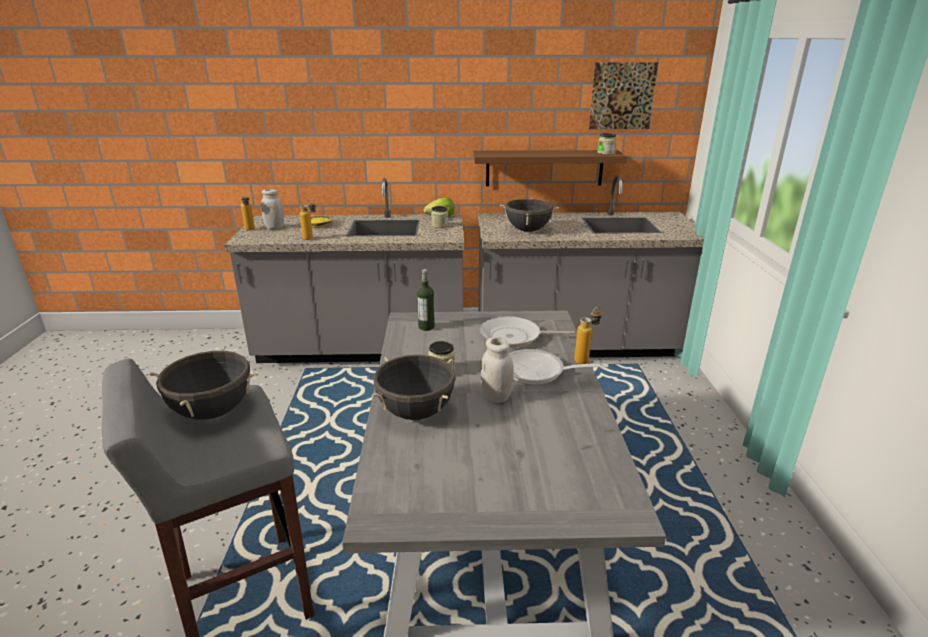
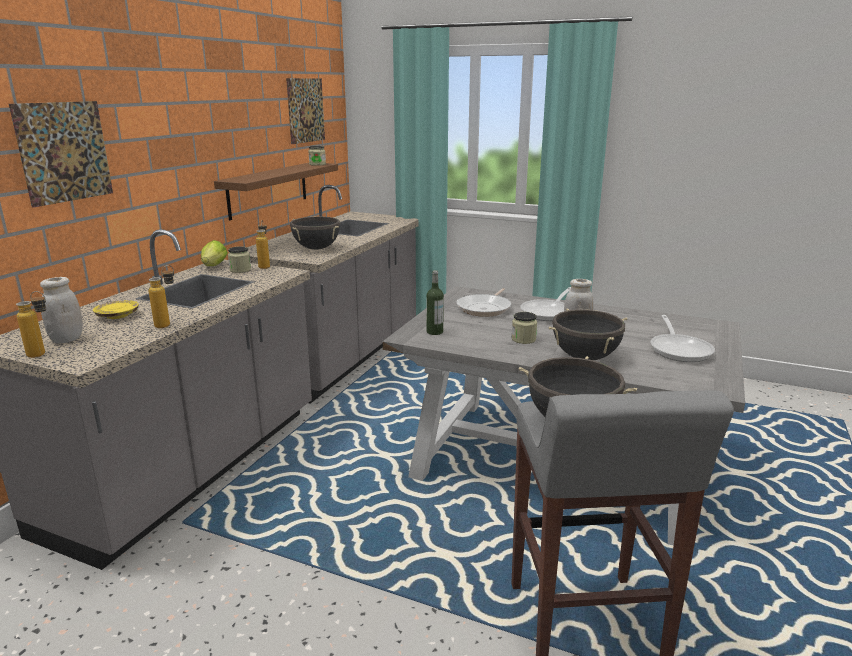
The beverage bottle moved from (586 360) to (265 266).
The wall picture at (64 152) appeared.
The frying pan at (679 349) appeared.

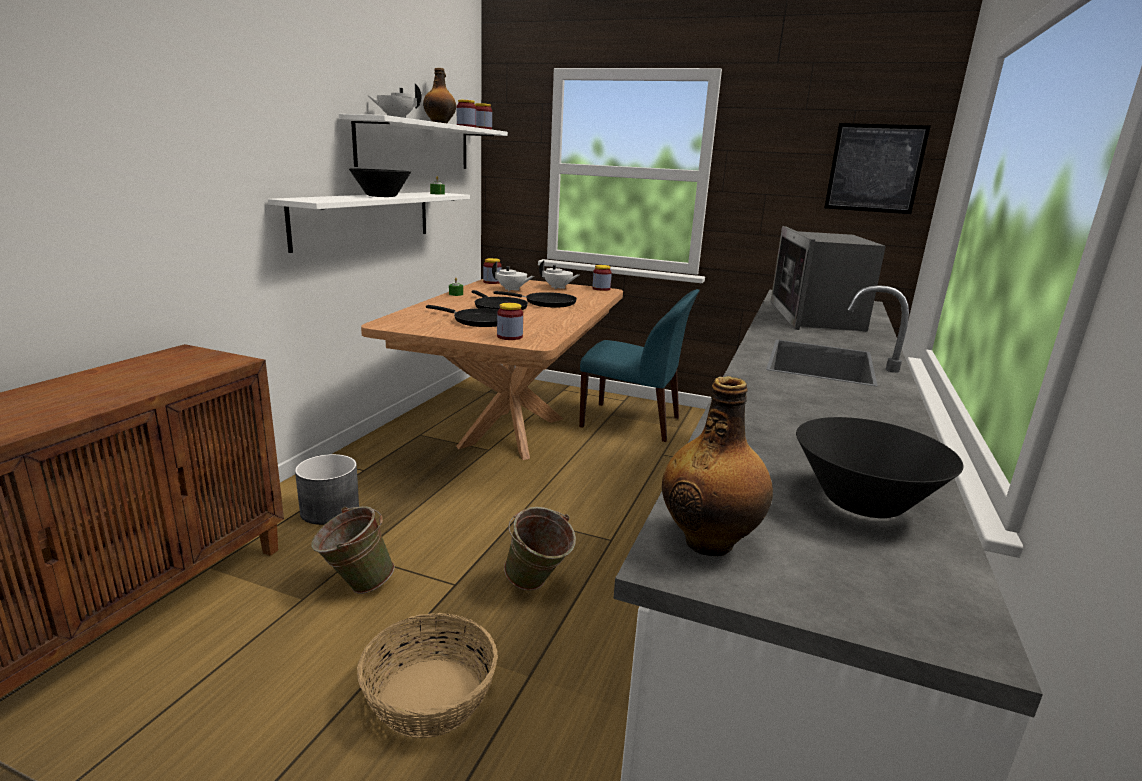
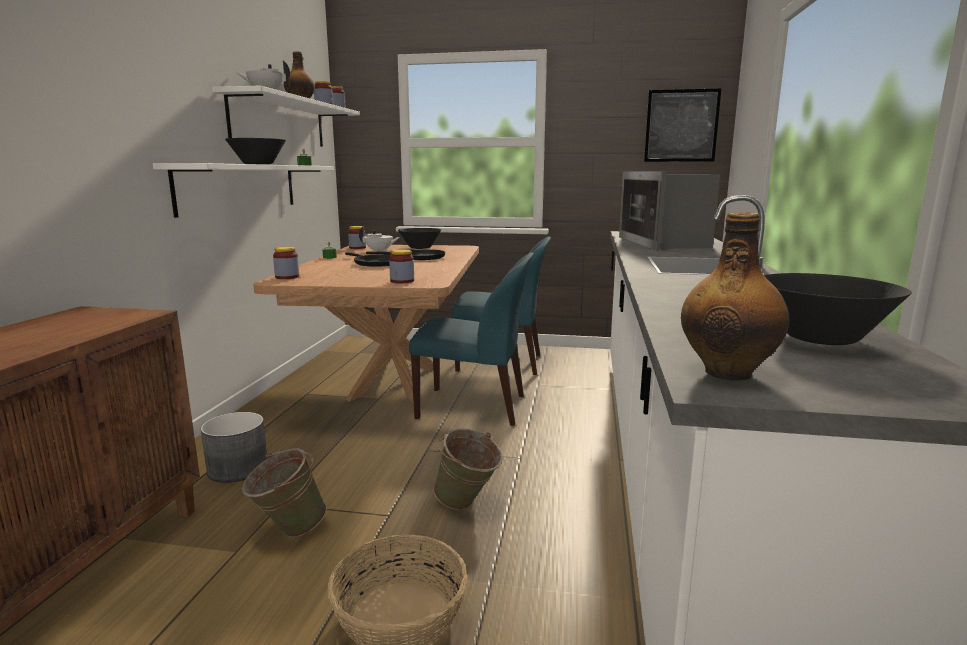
The whitish pot for tea at (558 288) was replaced by the blackish bowl at (420 248).
The preserve jar moved from (601 289) to (287 277).
The blackish frying pan at (479 321) disappeared.
The blue-coloured plain chair at (474 407) appeared.

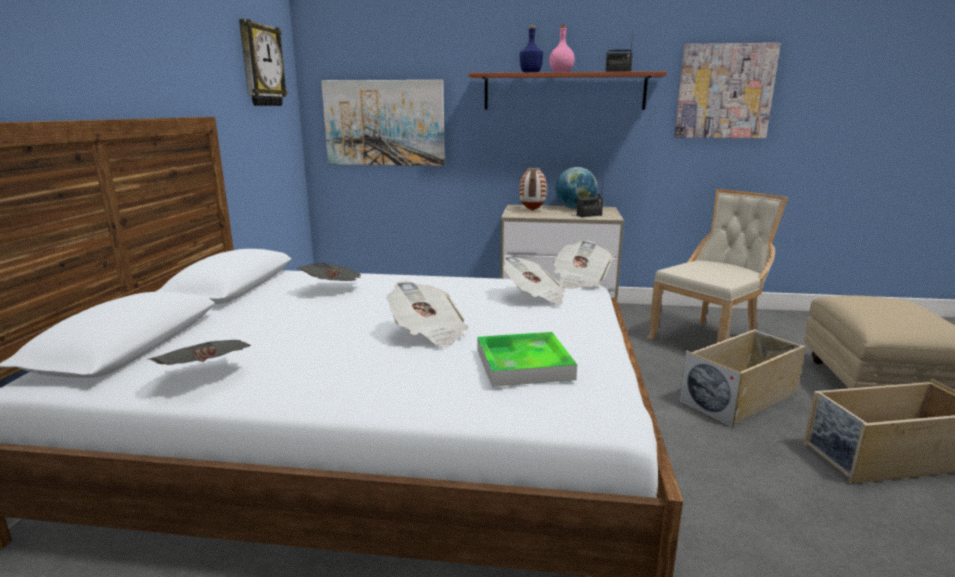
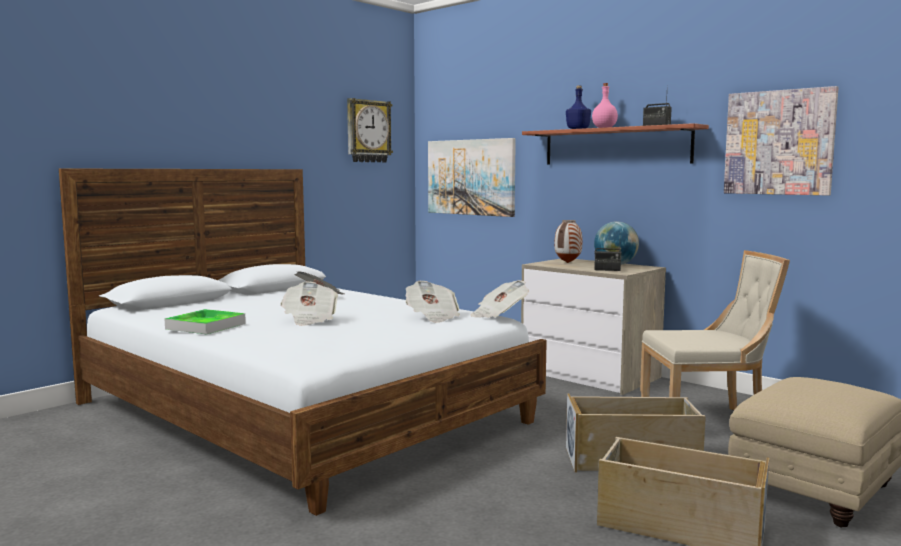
The carrying tray moved from (524 364) to (206 326).
The printed paper at (206 376) disappeared.

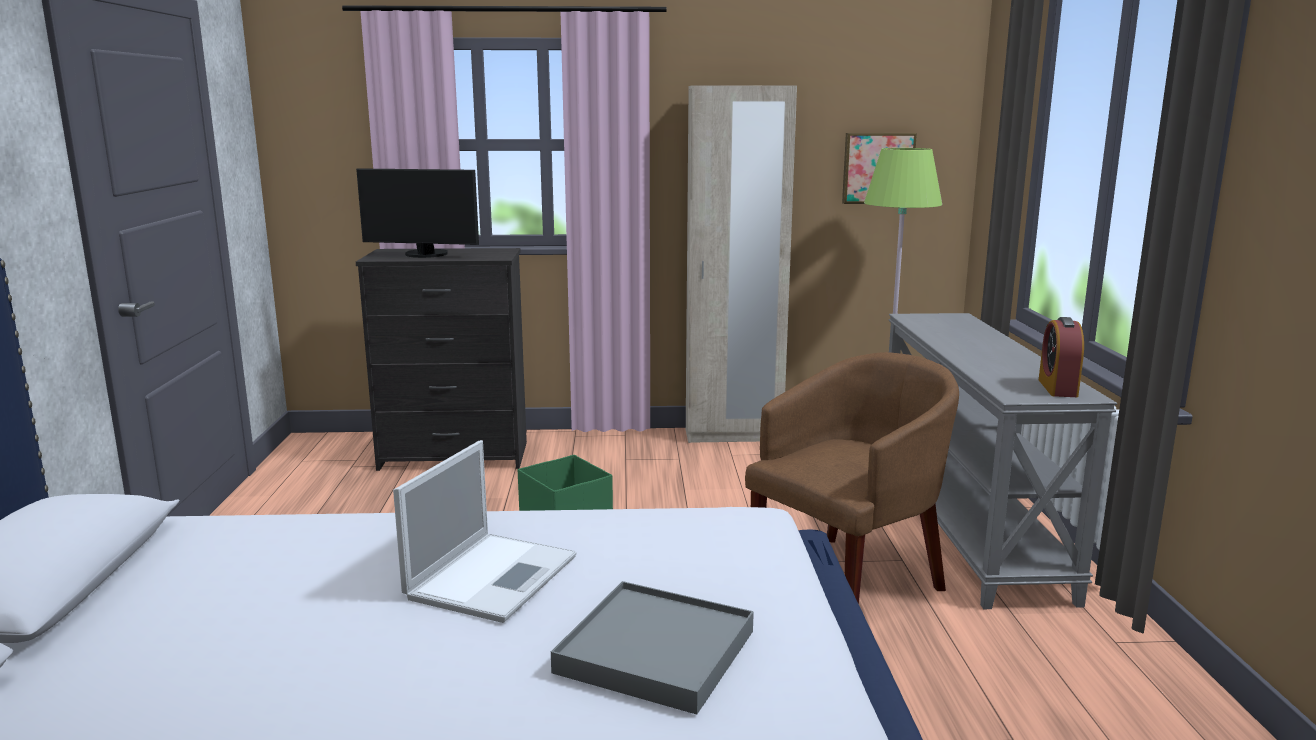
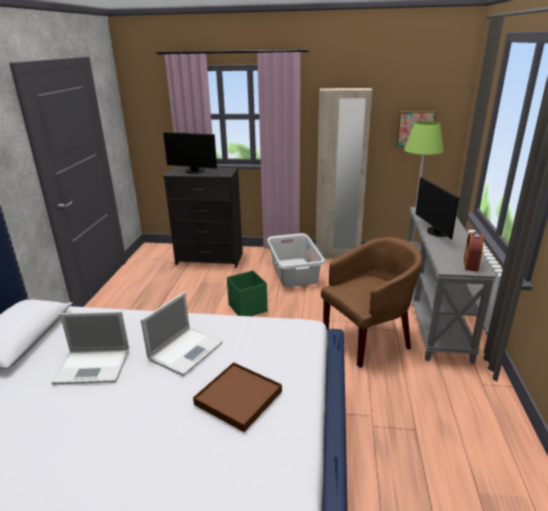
The grey carrying tray at (656 651) became the brownish carrying tray at (238 398).
The monitor at (436 232) appeared.
The grey laundry basket at (294 272) appeared.
The portable computer at (94 366) appeared.

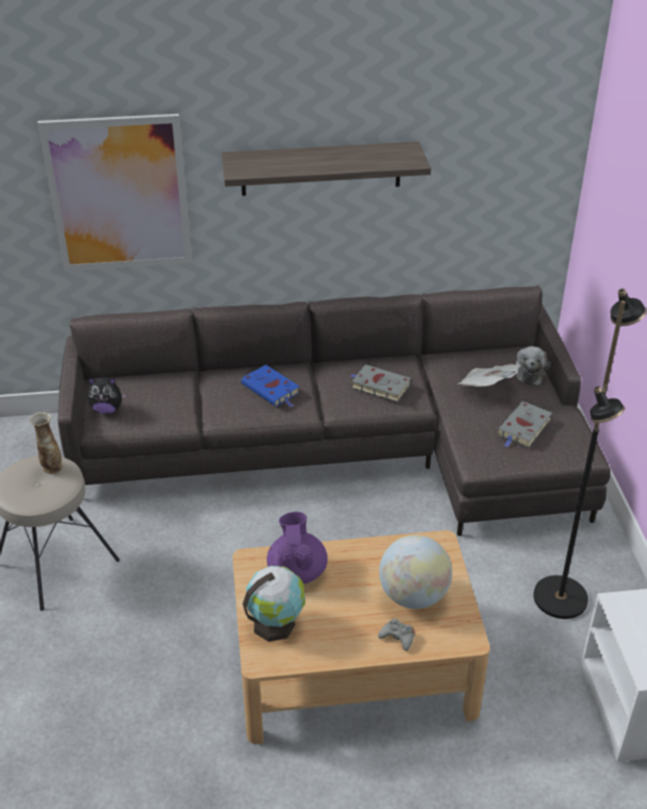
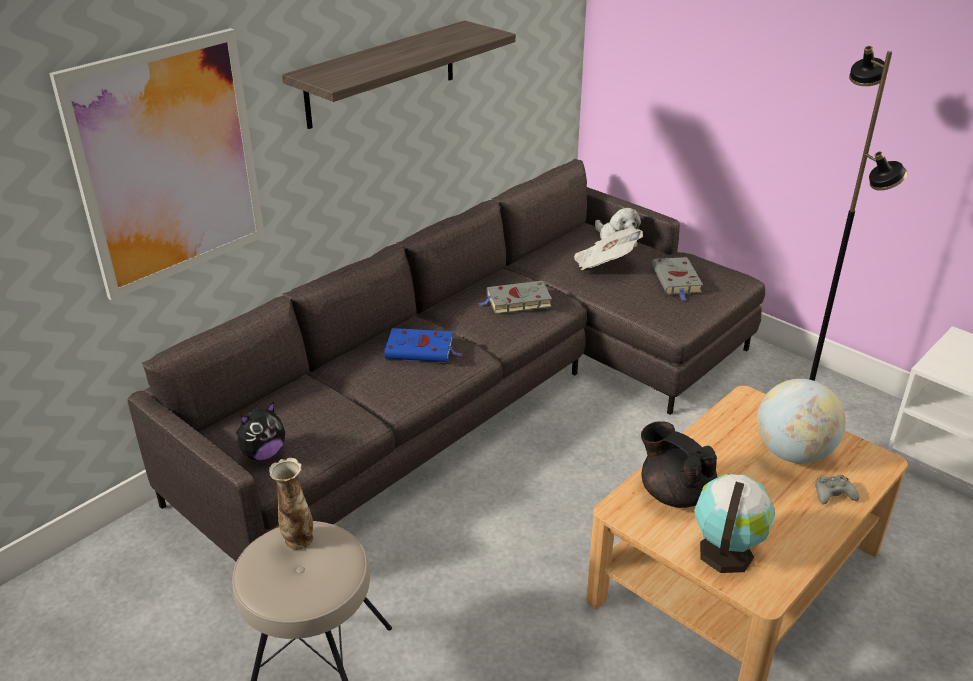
The purplish pot for tea at (297 571) became the blackish pot for tea at (674 493).

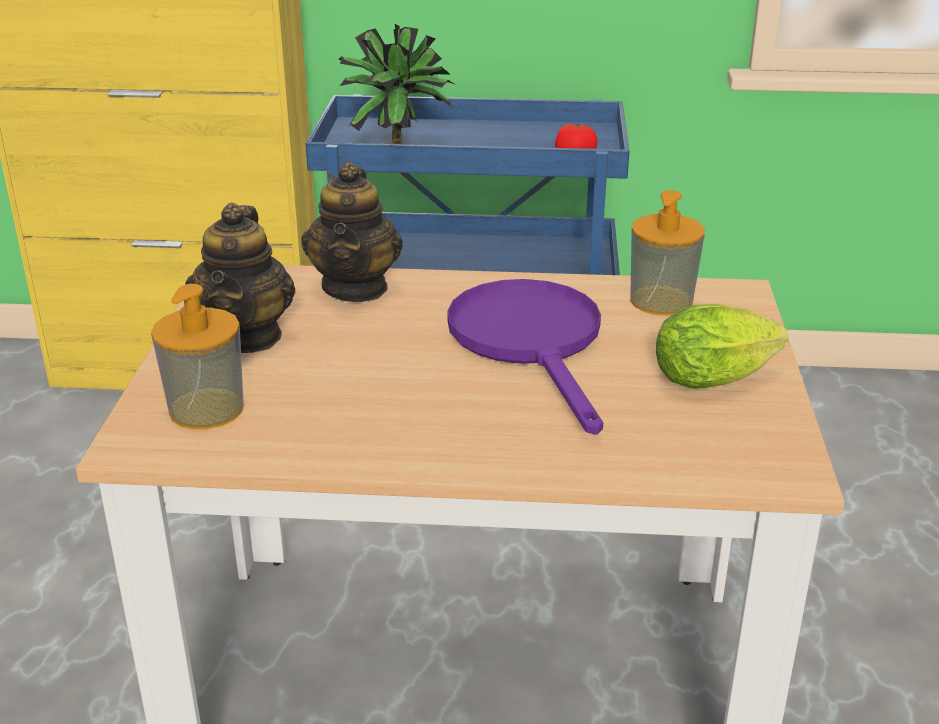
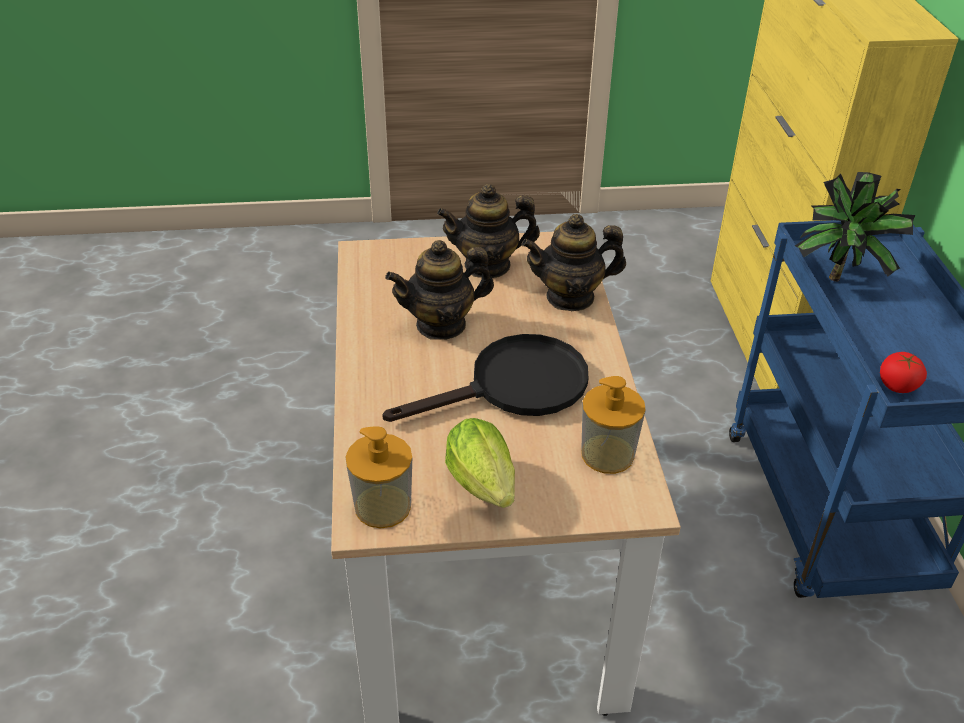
The purplish frying pan at (532 343) became the blackish frying pan at (514 387).
The liquid soap bottle moved from (206 409) to (382 506).
The pot for tea at (441 324) appeared.

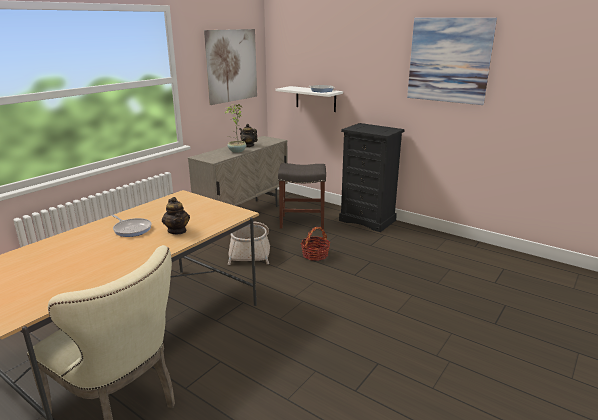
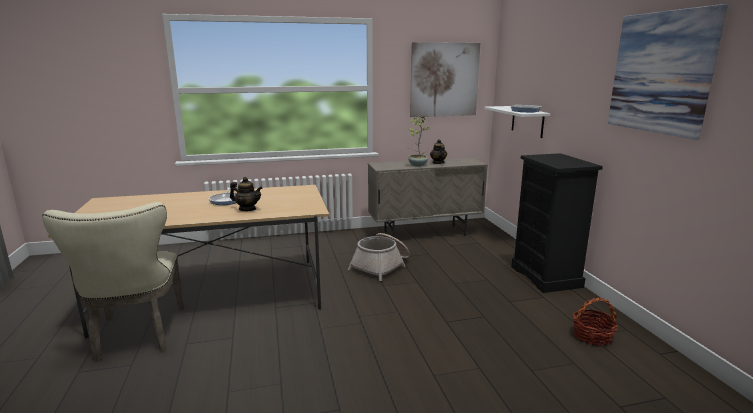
The grey stool seat at (303 222) disappeared.
The pot for tea at (177 231) turned 90 degrees counterclockwise.
The basket moved from (315 255) to (592 336).

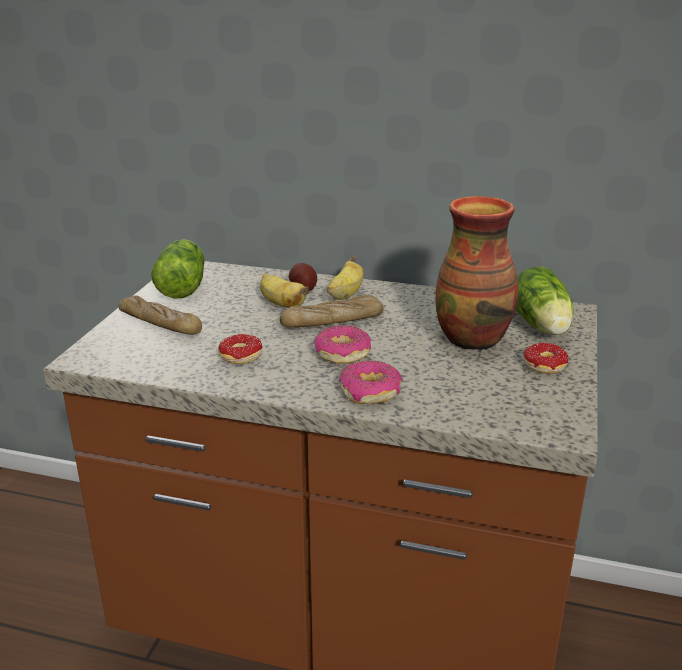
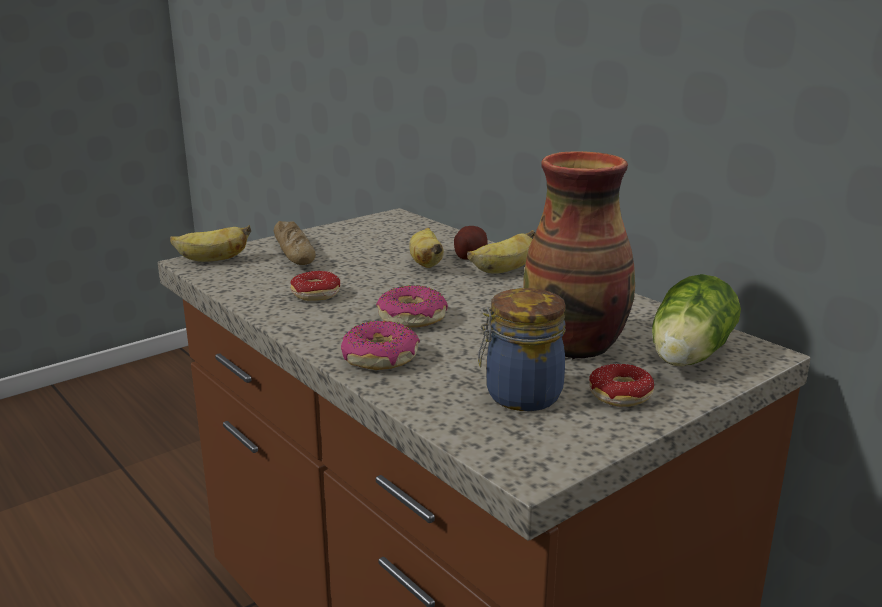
The lettuce at (183 285) disappeared.
The baked bread at (332 321) disappeared.
The whole banana at (212 260) appeared.
The preserve jar at (520 395) appeared.

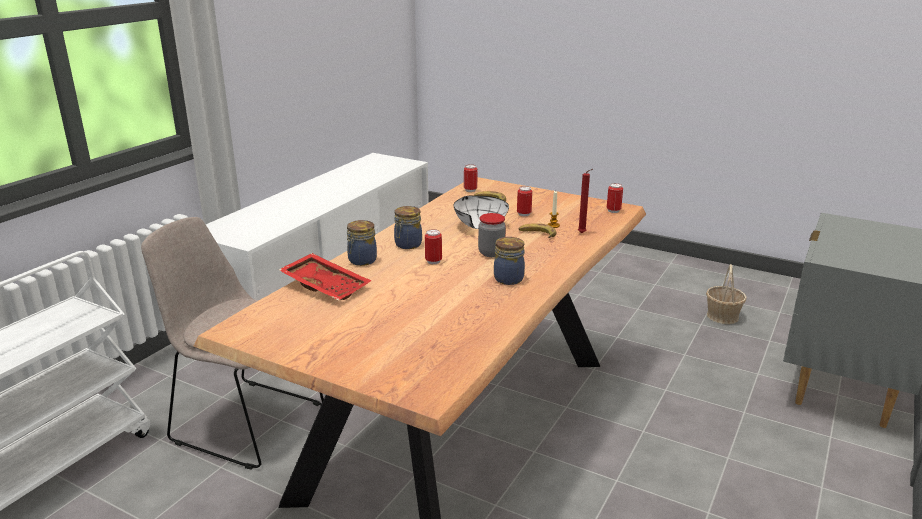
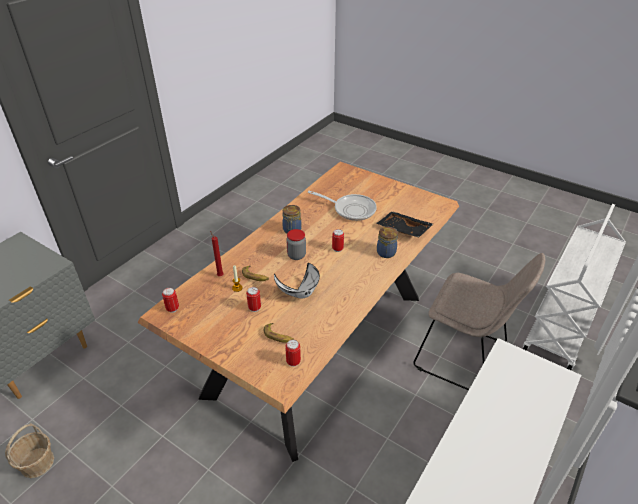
The preserve jar at (407 245) disappeared.
The red carrying tray at (327 286) became the blackish carrying tray at (403 230).
The frying pan at (351 209) appeared.

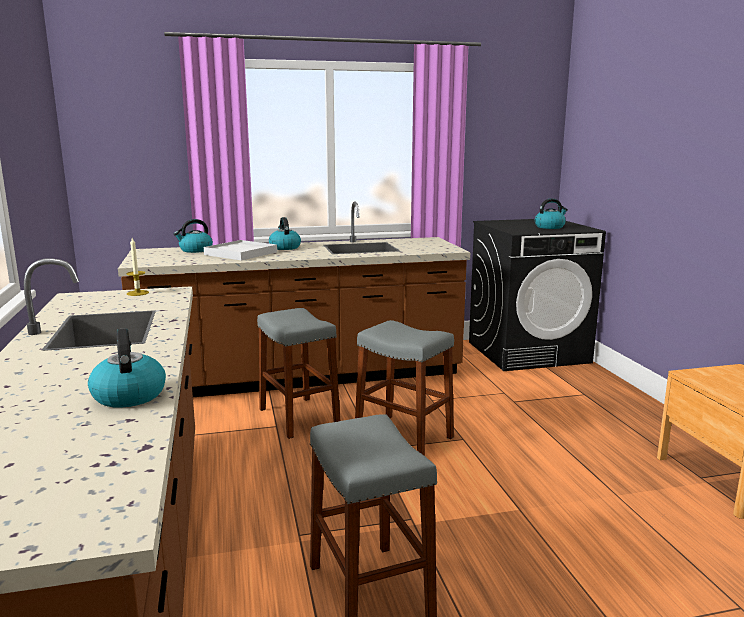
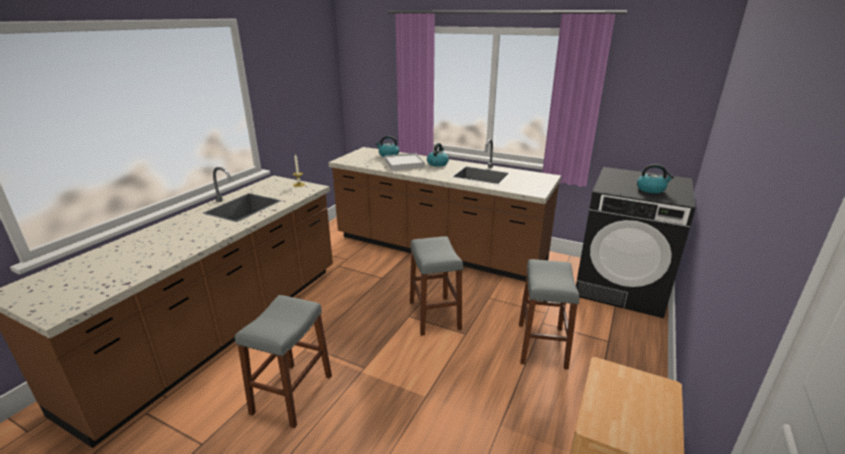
The grey stool seat moved from (299 417) to (542 345).
The tea kettle at (128 395) disappeared.

